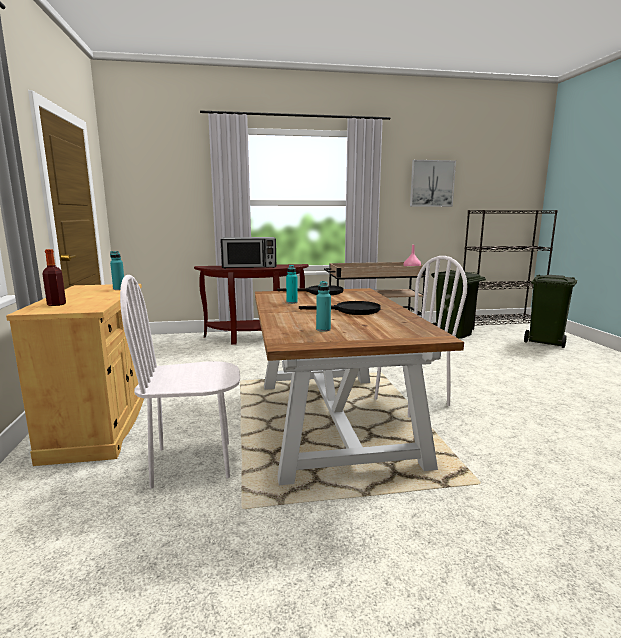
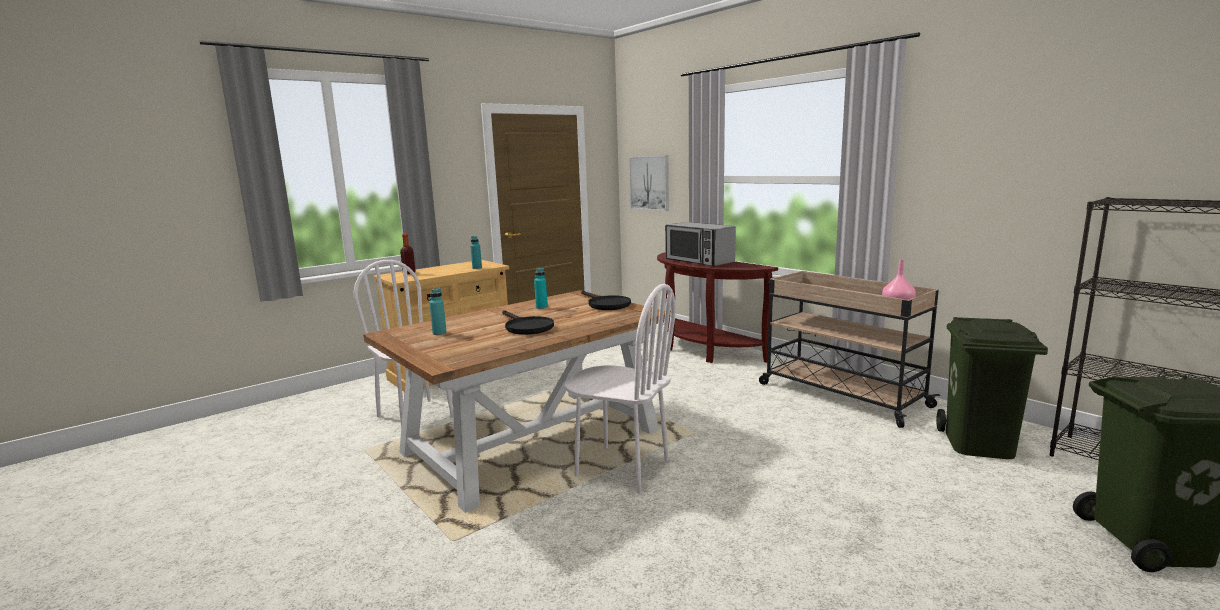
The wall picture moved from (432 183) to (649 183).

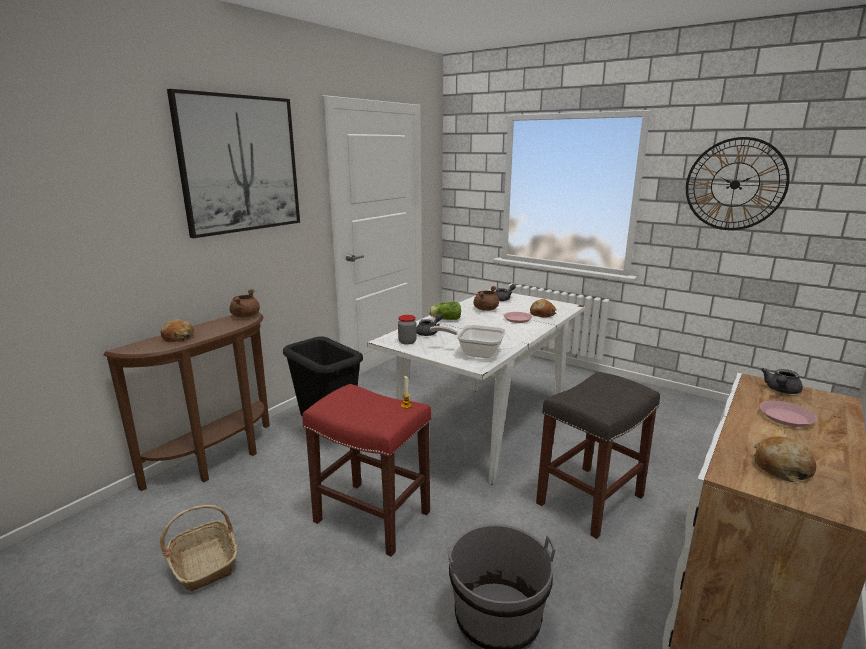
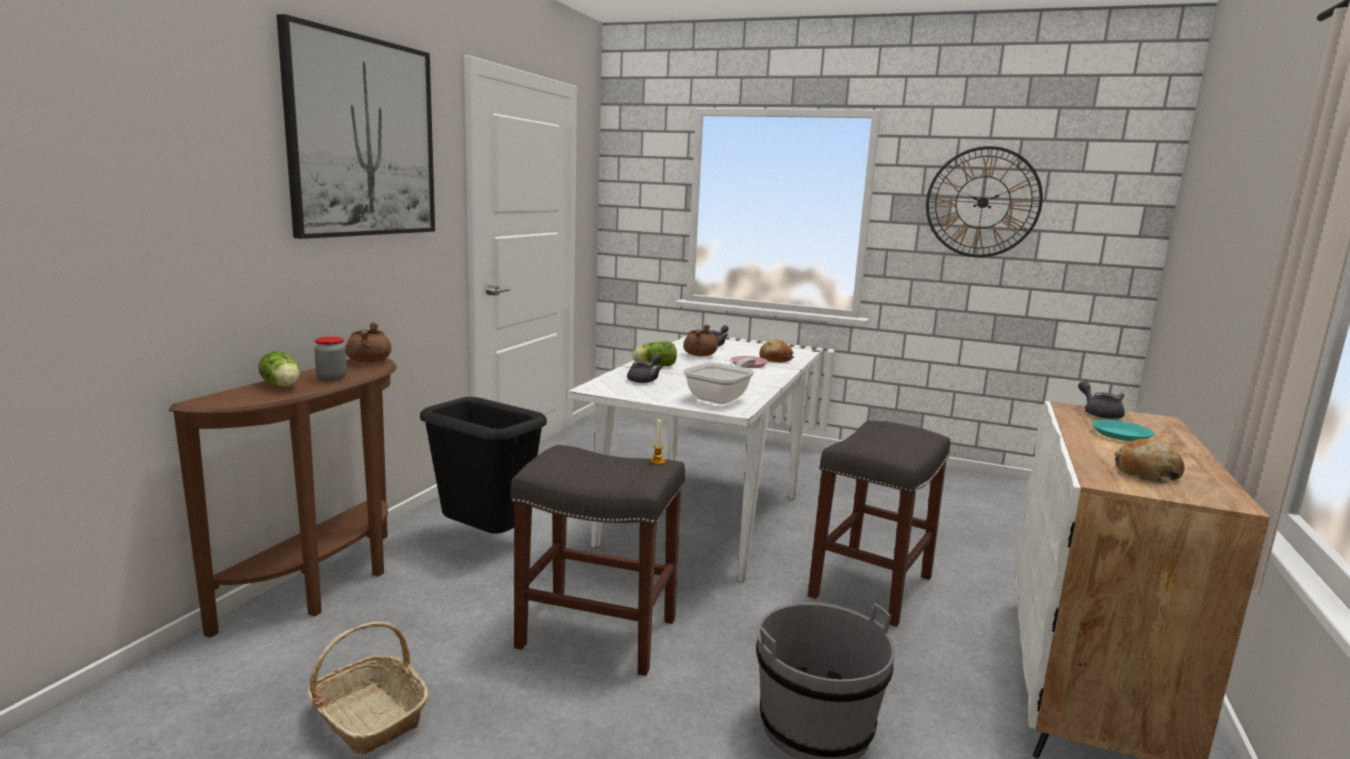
The preserve jar moved from (407 342) to (331 378).
The baked bread at (178 337) was replaced by the lettuce at (283 386).
The frying pan at (475 353) turned 120 degrees clockwise.
The grey pot for tea at (780 390) turned 135 degrees clockwise.
The red stool seat at (370 516) became the grey stool seat at (595 633).
The pink-coloured dinner plate at (786 417) became the blue-green dinner plate at (1121 435).

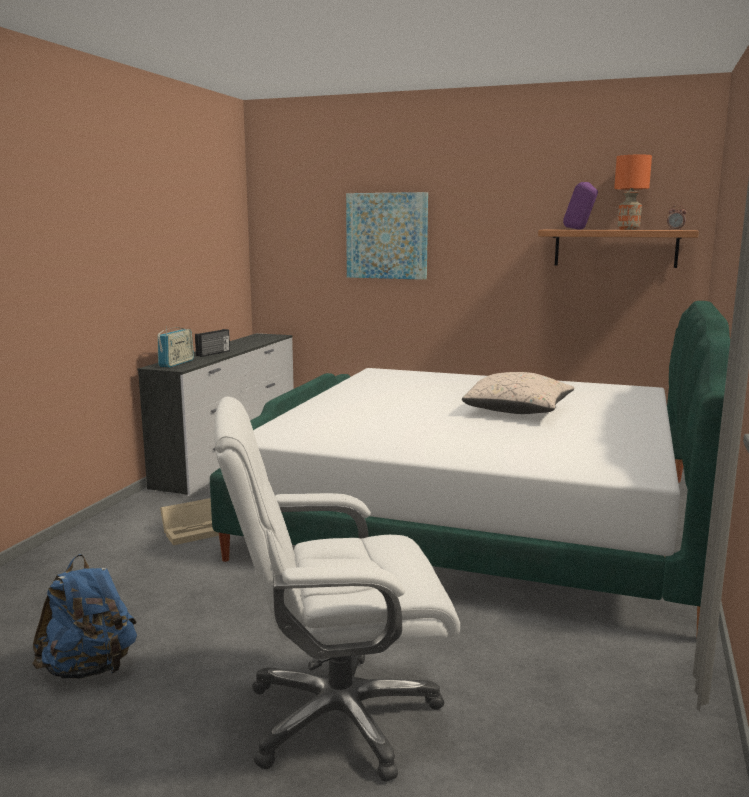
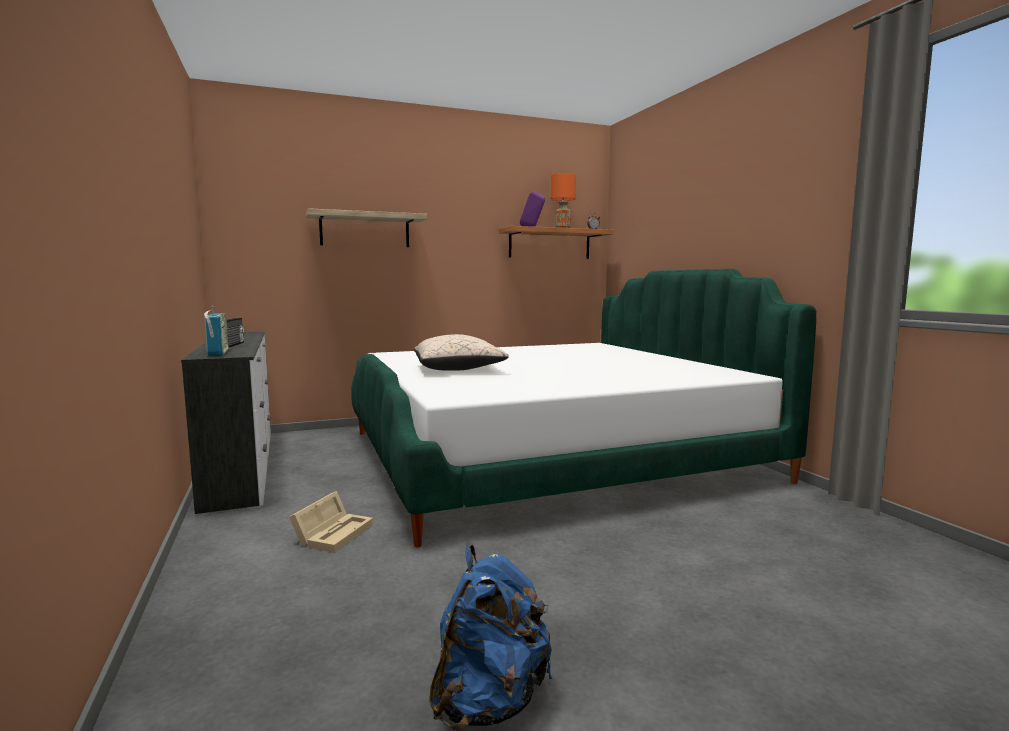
The wall picture at (387 236) was replaced by the bracket shelf at (365 230).
The sand-coloured cushion moved from (518 412) to (459 369).
The whitish office chair at (338 717) disappeared.

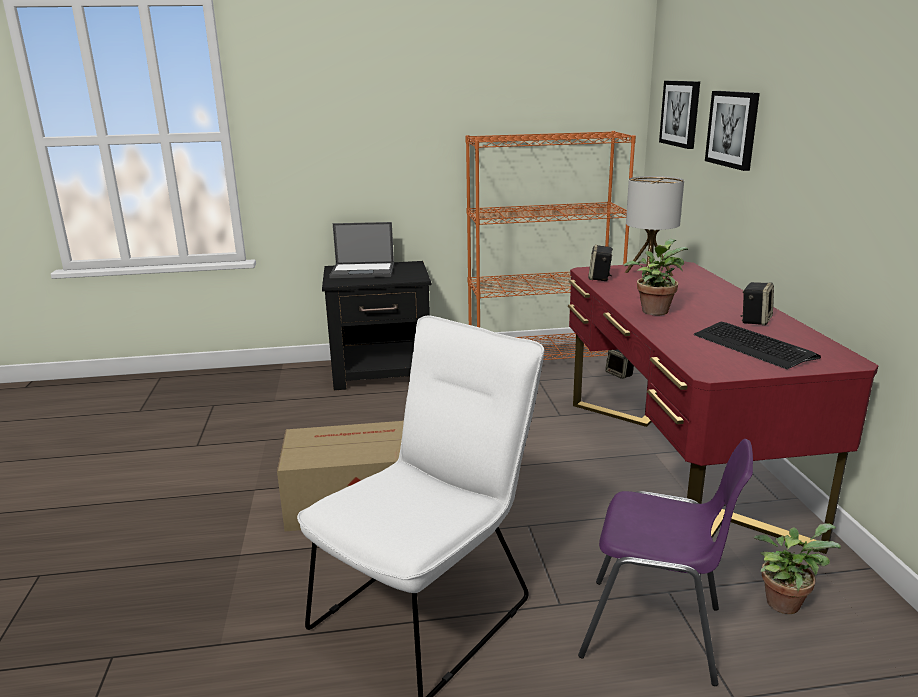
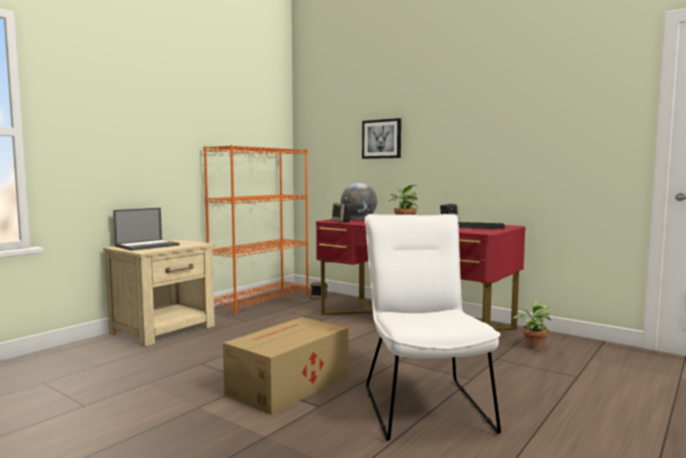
The wall picture at (681 113) disappeared.
The tabletop lamp at (648 274) was replaced by the desk globe at (358 219).
The blackish bedside table at (383 372) became the sand-coloured bedside table at (165 329).
The purplish plain chair at (655 632) disappeared.

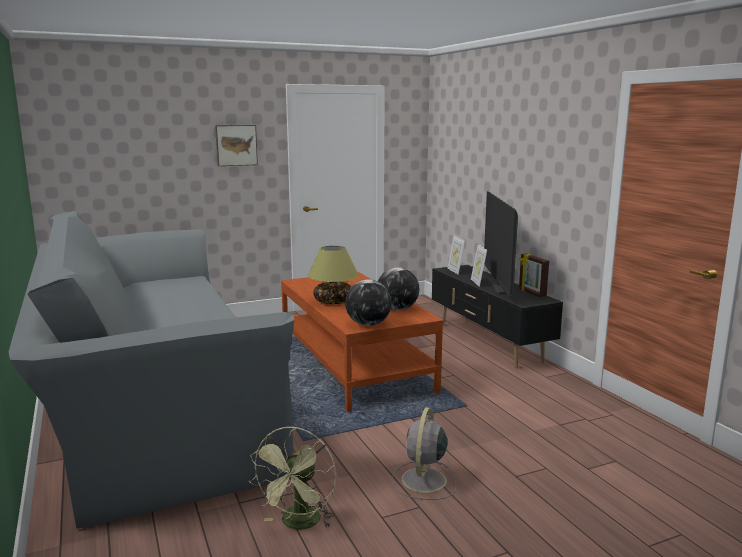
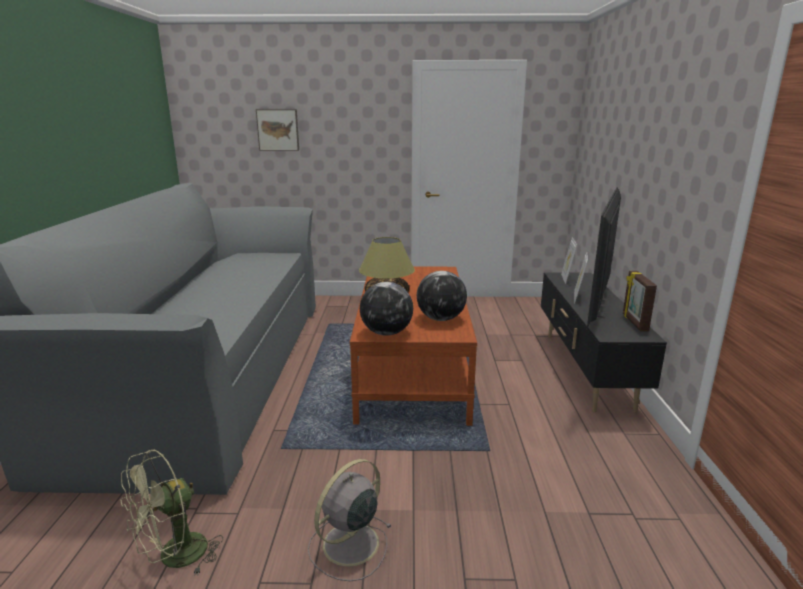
The wall picture moved from (236 145) to (278 130).

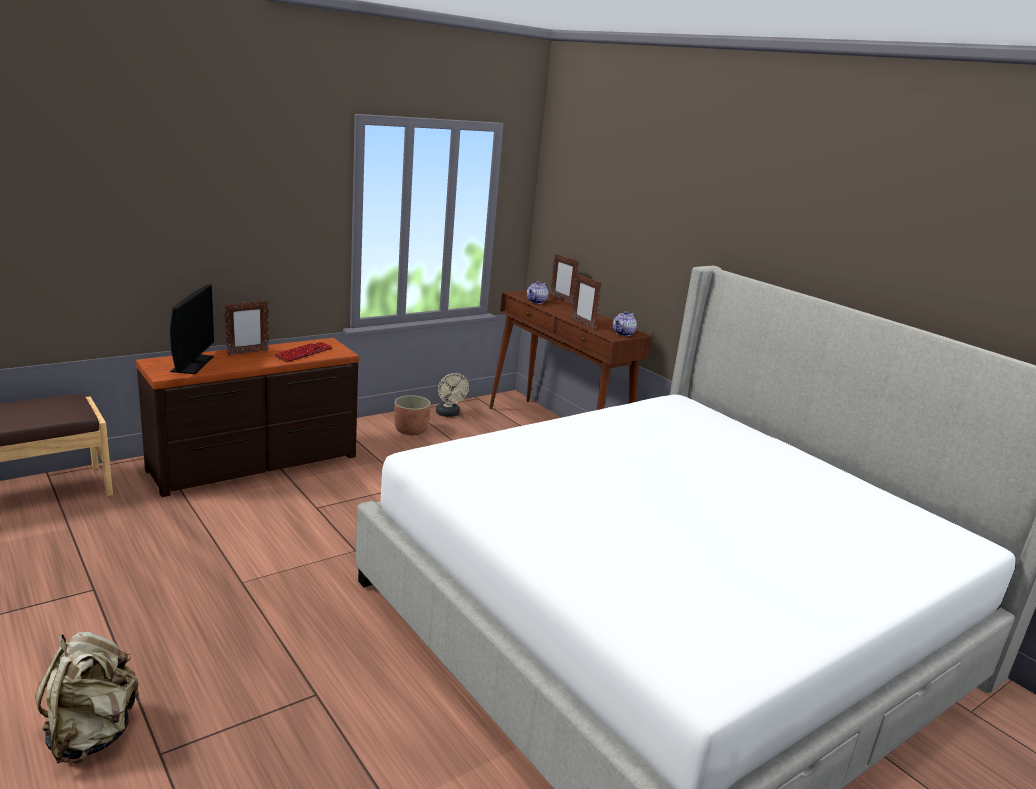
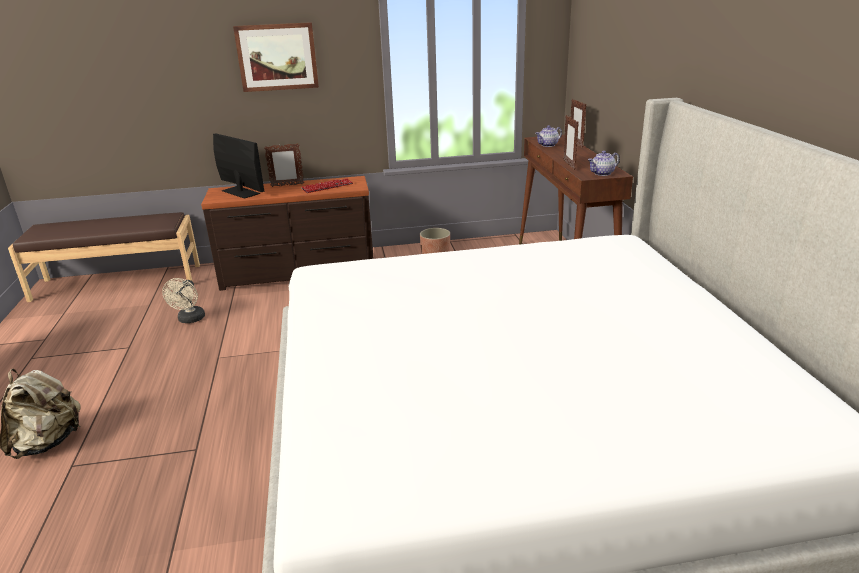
The monitor at (192 364) turned 75 degrees counterclockwise.
The sand-coloured cooling fan moved from (449 414) to (190 320).
The wall picture at (277 57) appeared.

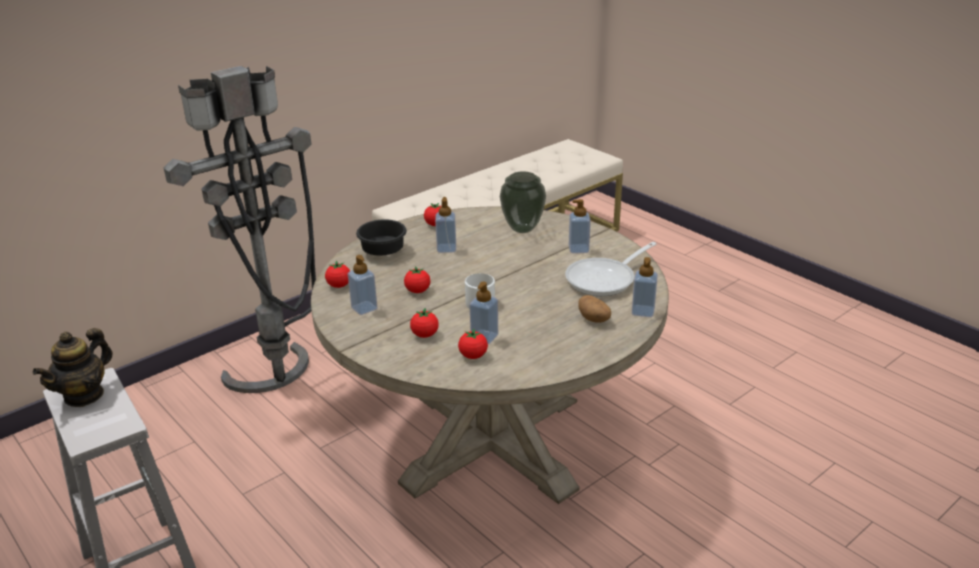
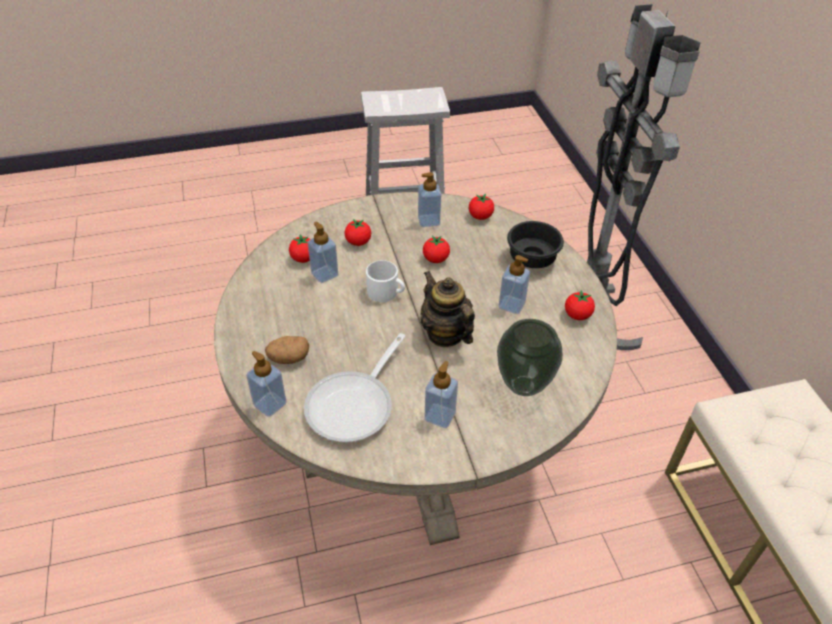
The frying pan at (605 279) turned 135 degrees counterclockwise.
The pot for tea moved from (84 395) to (445 334).

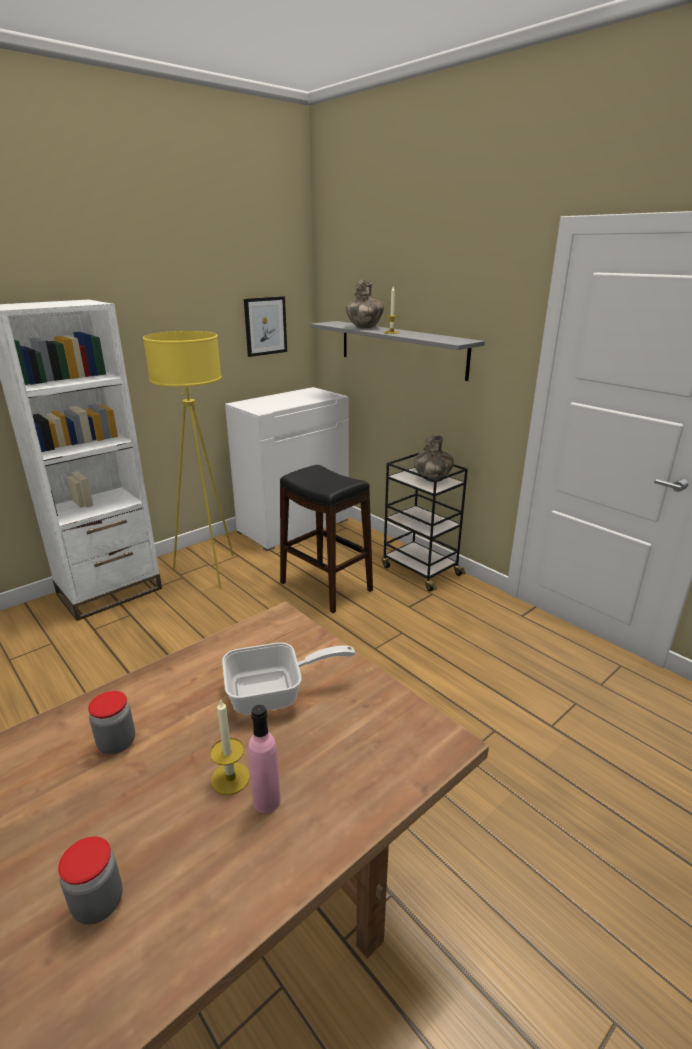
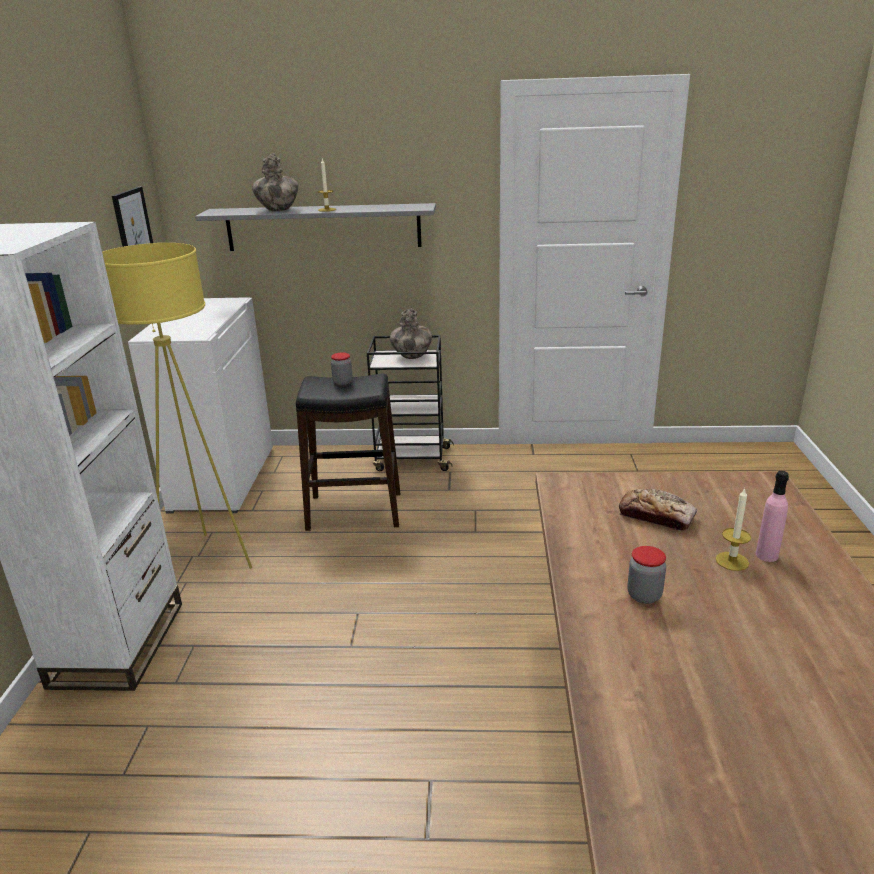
The frying pan at (275 693) was replaced by the baked bread at (656 516).
The preserve jar moved from (98 903) to (342 382).

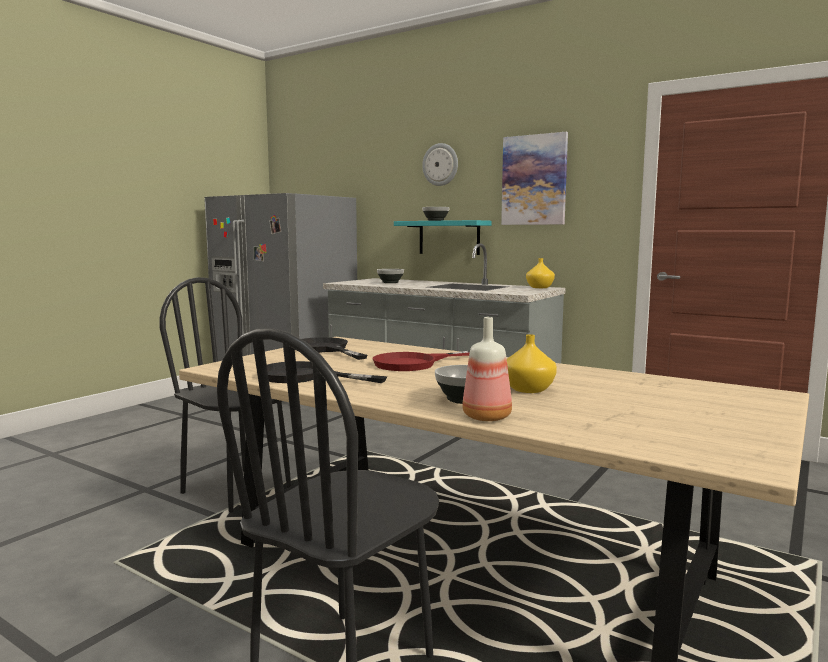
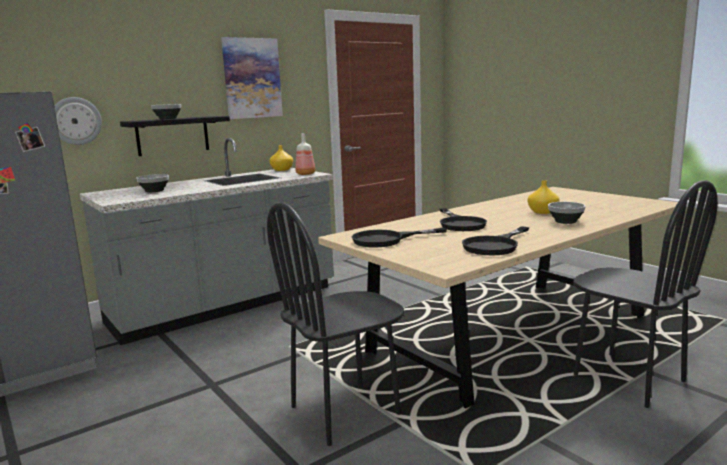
The wall clock moved from (440 164) to (76 121).
The blue-green bracket shelf at (449 237) became the blackish bracket shelf at (172 135).
The beverage bottle moved from (487 416) to (305 174).
The red frying pan at (415 363) became the blackish frying pan at (460 224).

